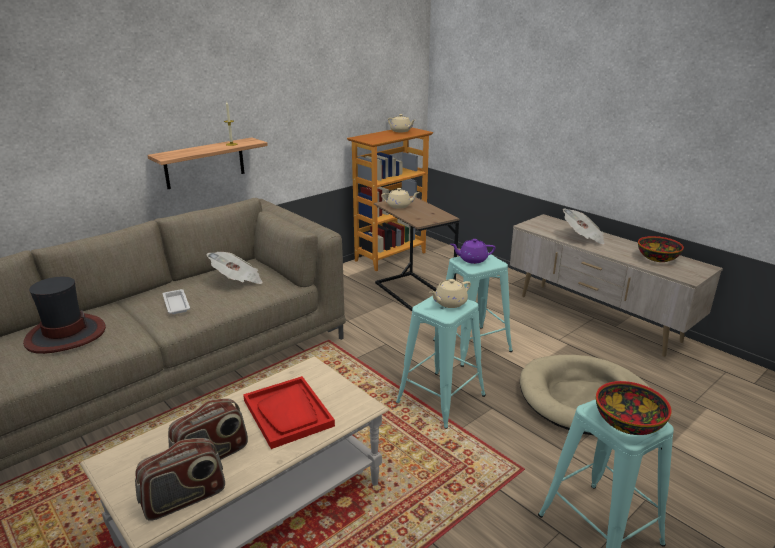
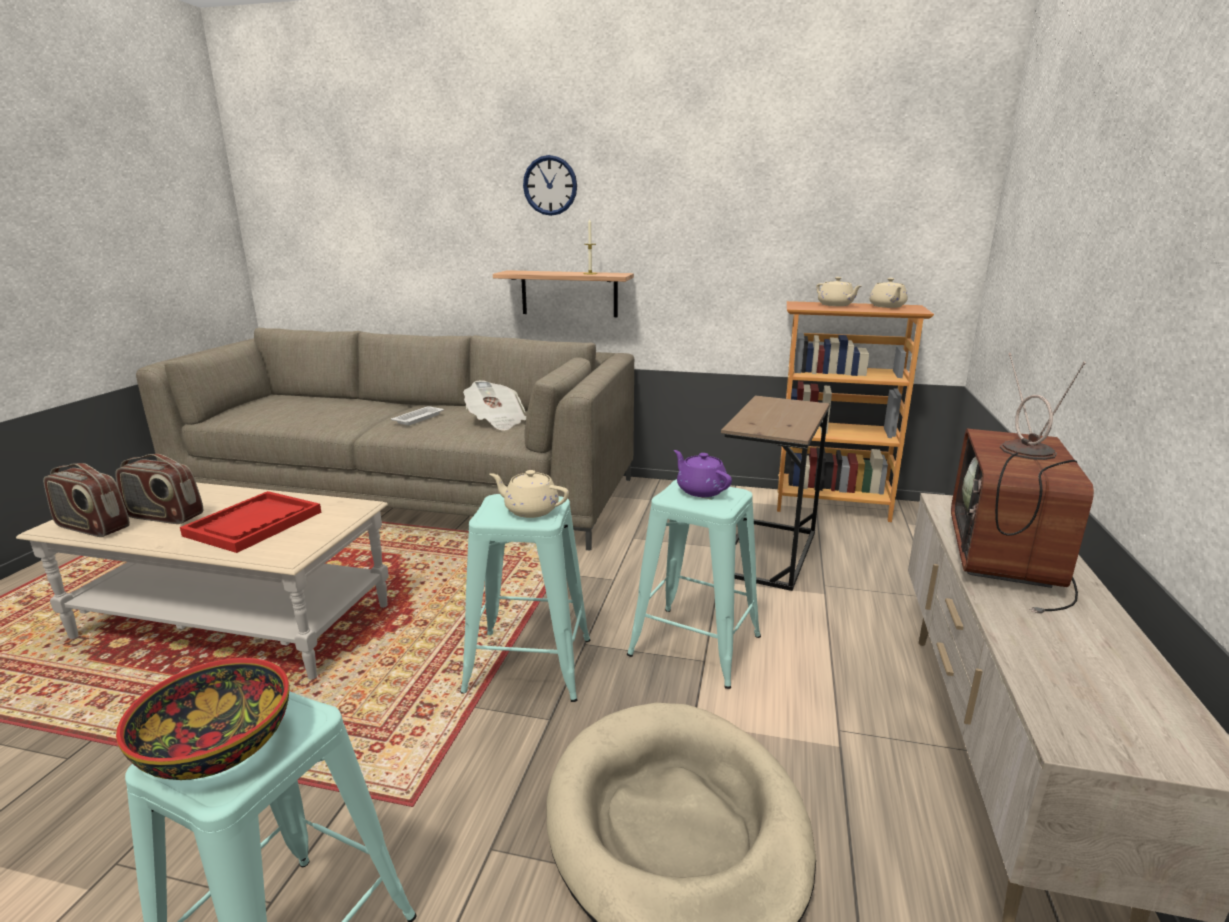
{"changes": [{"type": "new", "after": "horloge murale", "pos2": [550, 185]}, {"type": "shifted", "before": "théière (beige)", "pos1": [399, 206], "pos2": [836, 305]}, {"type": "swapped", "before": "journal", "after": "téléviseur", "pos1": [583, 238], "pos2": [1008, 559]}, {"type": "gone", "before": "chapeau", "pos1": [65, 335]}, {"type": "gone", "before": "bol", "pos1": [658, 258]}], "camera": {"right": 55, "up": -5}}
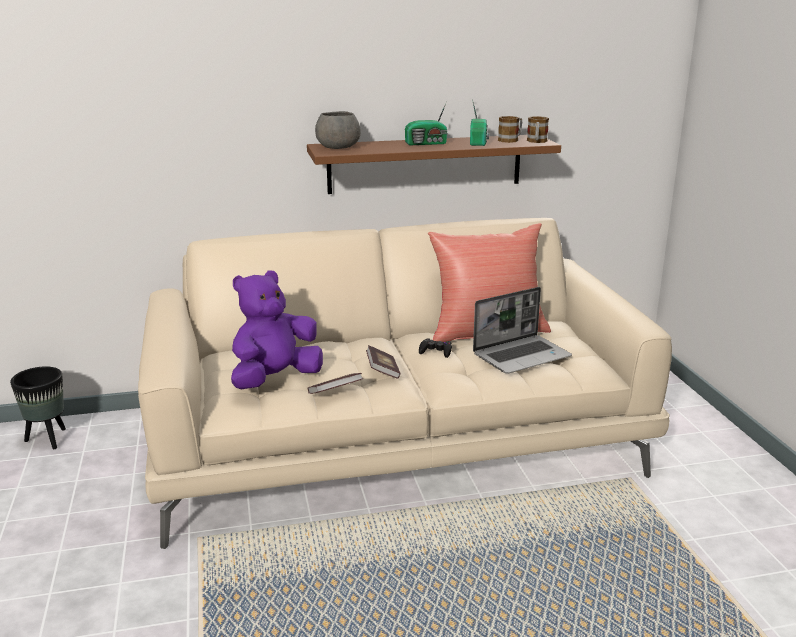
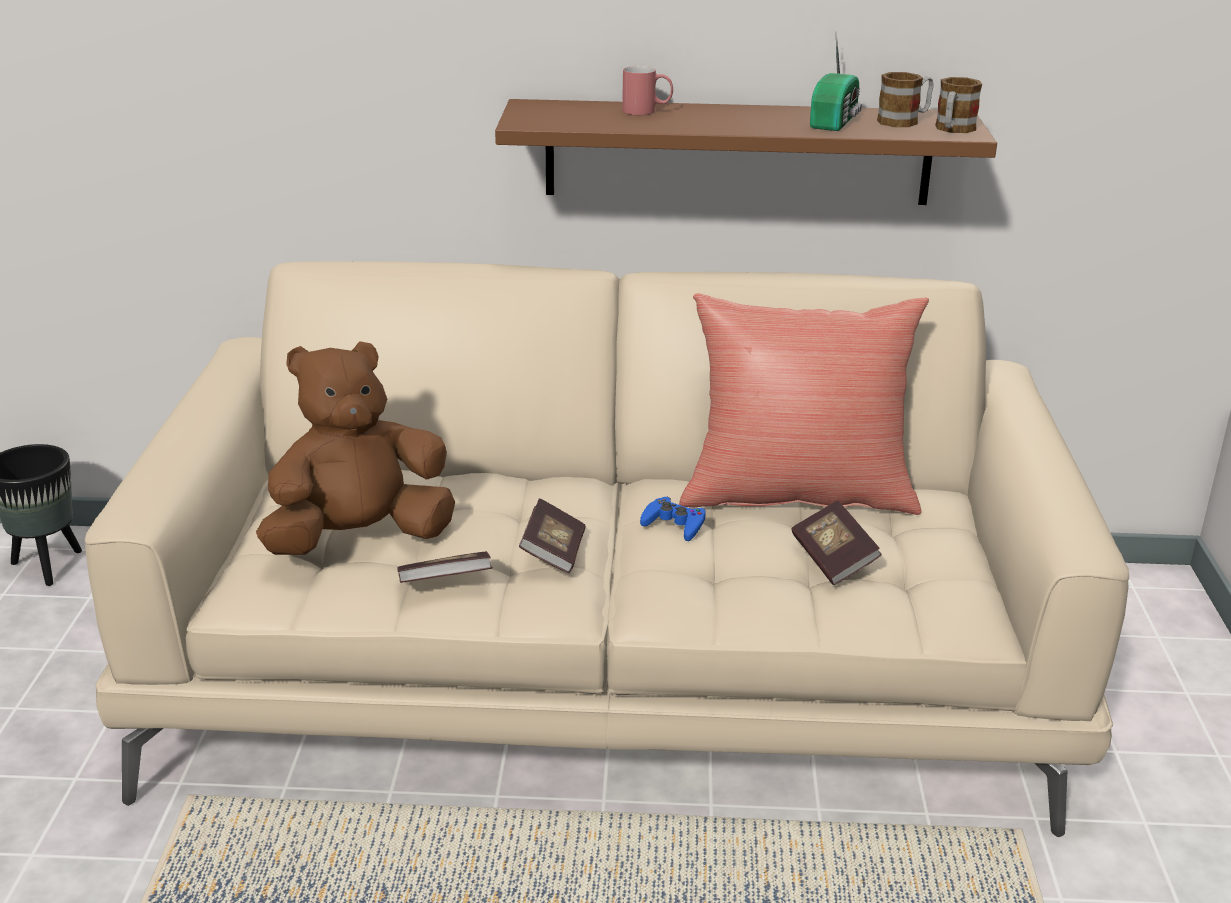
{"changes": [{"type": "repainted", "before": "peluche (violet)", "after": "peluche (marron)", "pos1": [275, 379], "pos2": [359, 539]}, {"type": "new", "after": "mug (rouge)", "pos2": [647, 111]}, {"type": "repainted", "before": "manette (noir)", "after": "manette (bleu)", "pos1": [435, 351], "pos2": [674, 524]}, {"type": "swapped", "before": "ordinateur portable", "after": "livre", "pos1": [522, 355], "pos2": [833, 559]}, {"type": "gone", "before": "bol (gris)", "pos1": [337, 147]}, {"type": "gone", "before": "radio", "pos1": [427, 143]}], "camera": {"right": 15, "up": 5}}
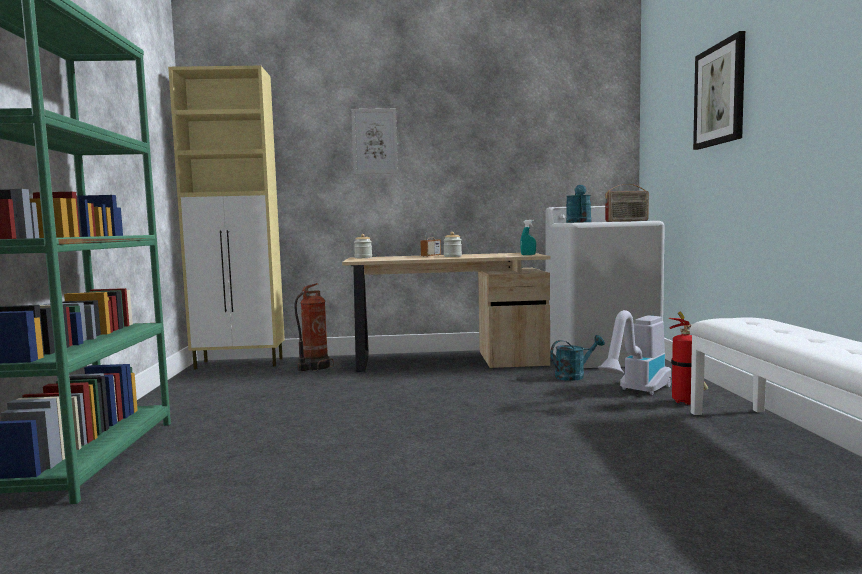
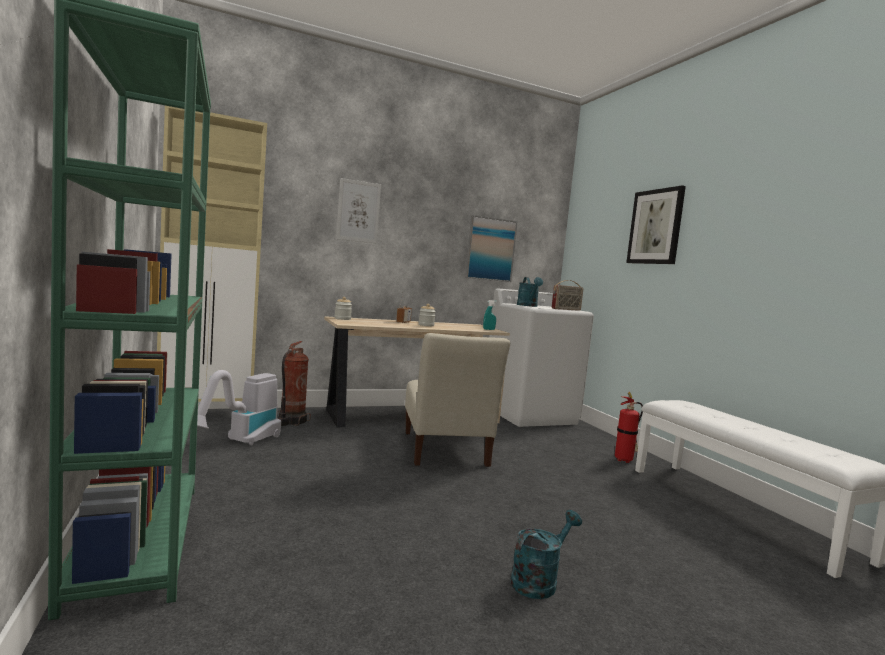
{"changes": [{"type": "shifted", "before": "aspirateur", "pos1": [637, 392], "pos2": [240, 443]}, {"type": "new", "after": "chaise (beige)", "pos2": [444, 451]}, {"type": "new", "after": "tableau", "pos2": [490, 249]}, {"type": "shifted", "before": "arrosoir (turquoise)", "pos1": [574, 376], "pos2": [539, 580]}], "camera": {"right": -20, "up": 0}}
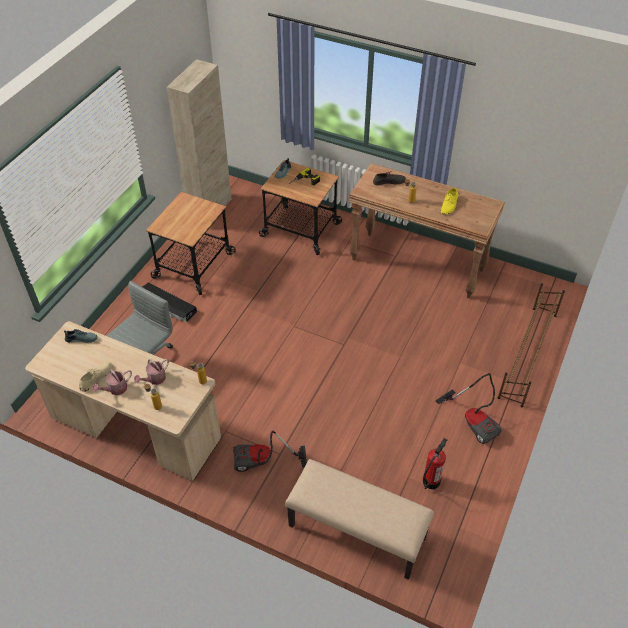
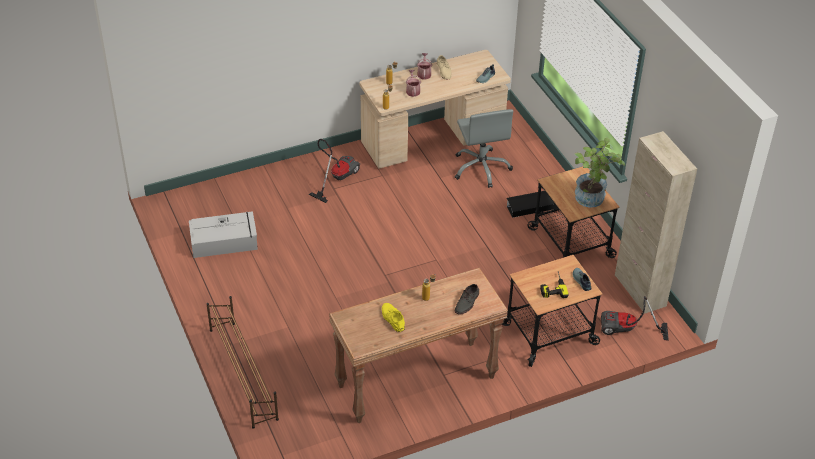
{"changes": [{"type": "swapped", "before": "extincteur", "after": "boîte de rangement (gris)", "pos1": [431, 481], "pos2": [225, 241]}, {"type": "new", "after": "plante en pot", "pos2": [591, 200]}, {"type": "shifted", "before": "aspirateur", "pos1": [474, 421], "pos2": [627, 331]}, {"type": "gone", "before": "banc (beige)", "pos1": [356, 532]}], "camera": {"right": 130, "up": -5}}
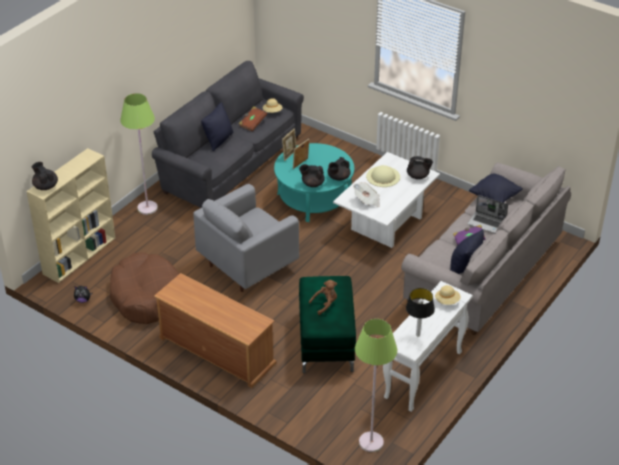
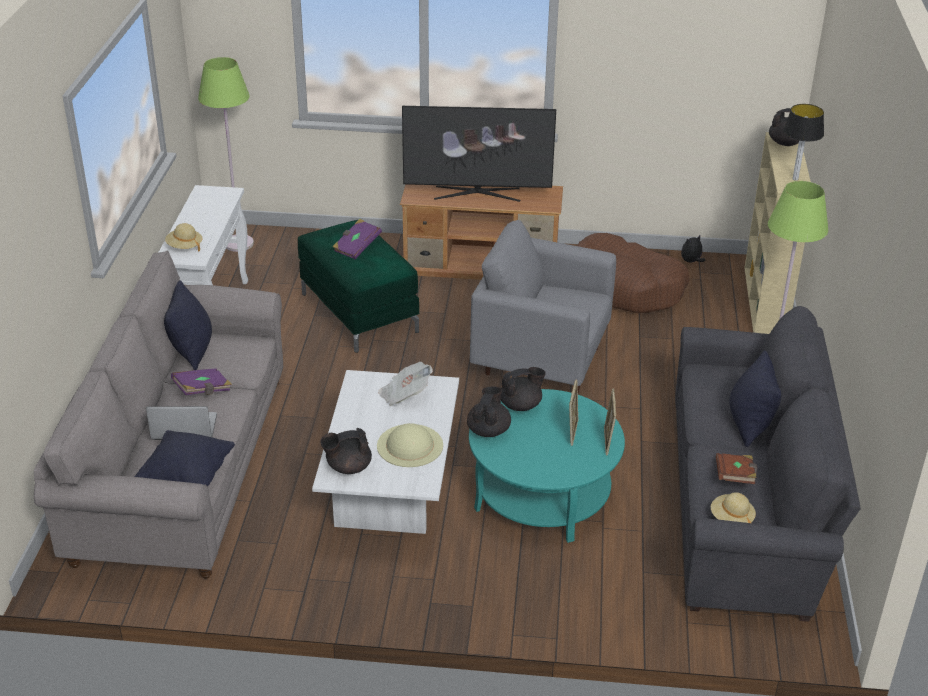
{"changes": [{"type": "swapped", "before": "peluche (marron)", "after": "livre (violet)", "pos1": [325, 304], "pos2": [357, 247]}, {"type": "new", "after": "téléviseur", "pos2": [477, 193]}, {"type": "rotated", "before": "fauteuil (gris)", "pos1": [247, 265], "pos2": [541, 361], "turn": -90}, {"type": "shifted", "before": "lampe de table", "pos1": [417, 334], "pos2": [795, 179]}], "camera": {"right": 150, "up": -5}}
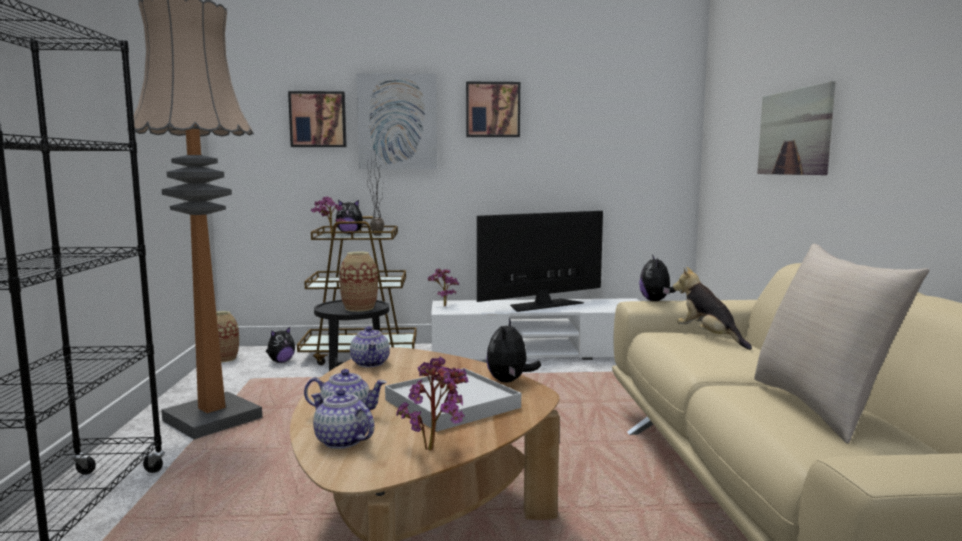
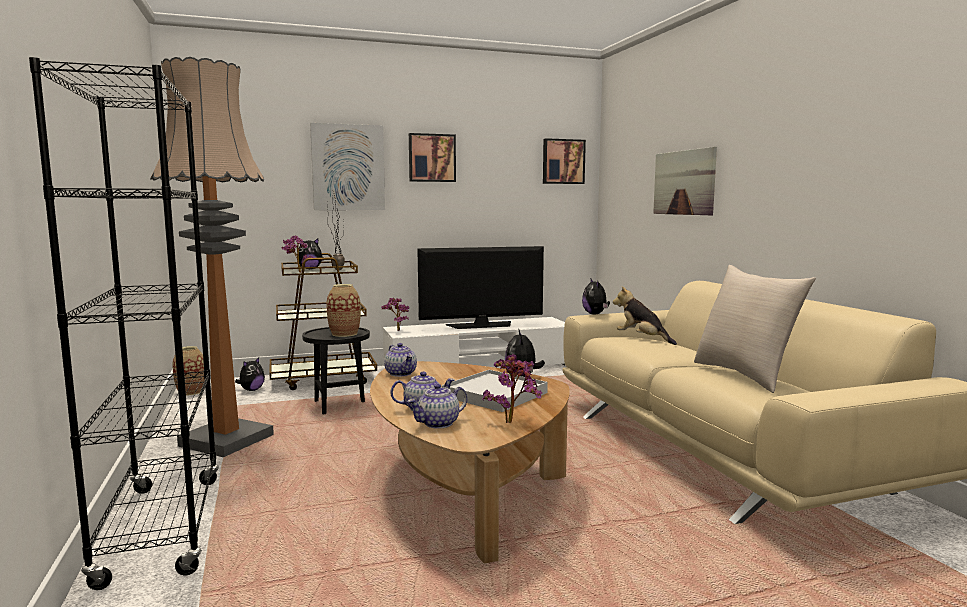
{"changes": [{"type": "rotated", "before": "théière", "pos1": [341, 441], "pos2": [438, 424], "turn": -60}, {"type": "rotated", "before": "téléviseur", "pos1": [543, 305], "pos2": [481, 325], "turn": -150}, {"type": "shifted", "before": "tableau", "pos1": [318, 119], "pos2": [563, 161]}], "camera": {"right": -15, "up": 0}}
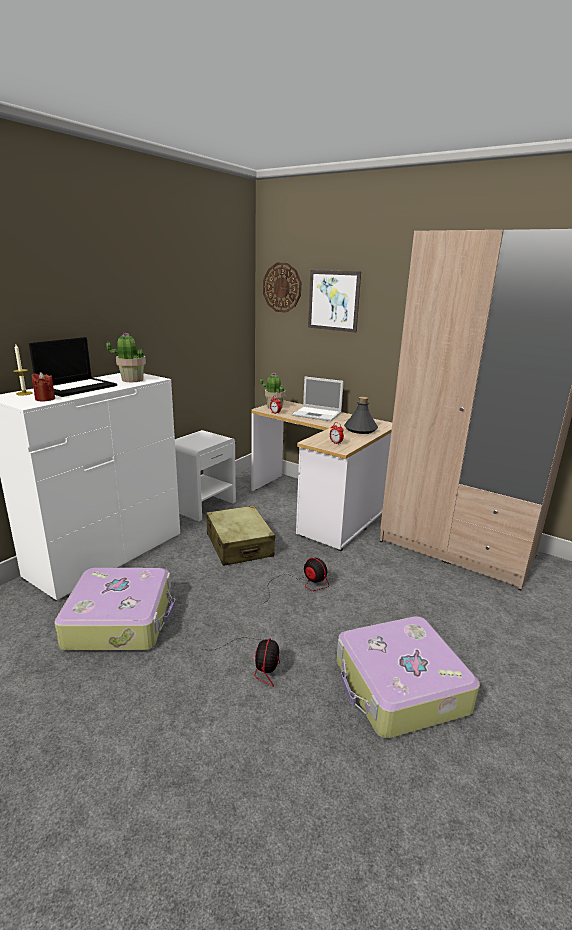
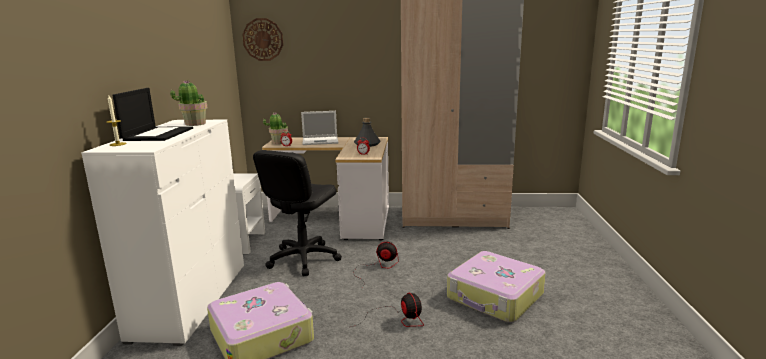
{"changes": [{"type": "swapped", "before": "valise (beige)", "after": "chaise de bureau (noir)", "pos1": [239, 545], "pos2": [303, 259]}, {"type": "gone", "before": "bougie (rouge)", "pos1": [45, 399]}, {"type": "gone", "before": "tableau", "pos1": [333, 300]}], "camera": {"right": -30, "up": -5}}
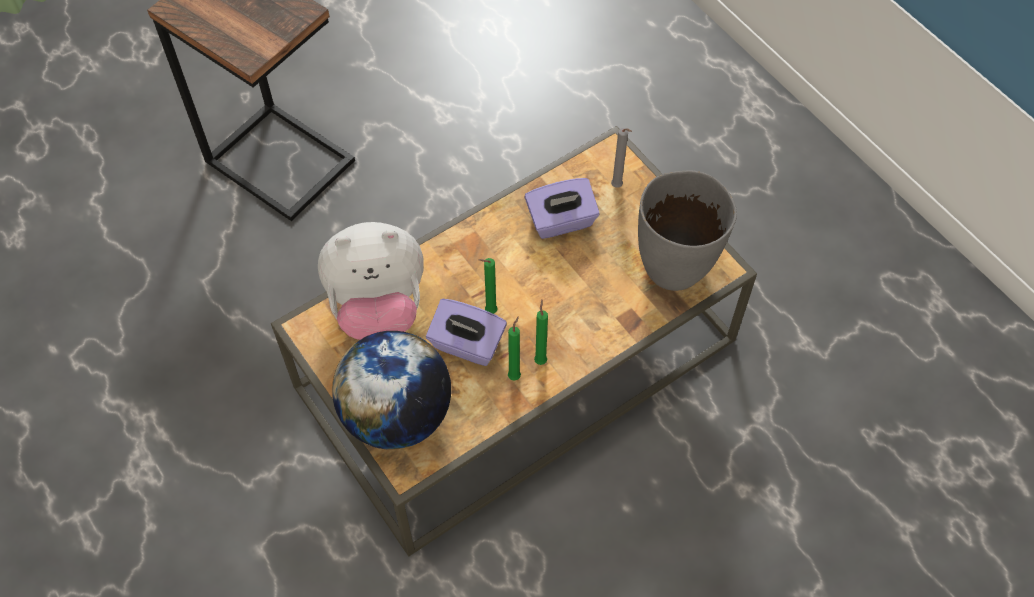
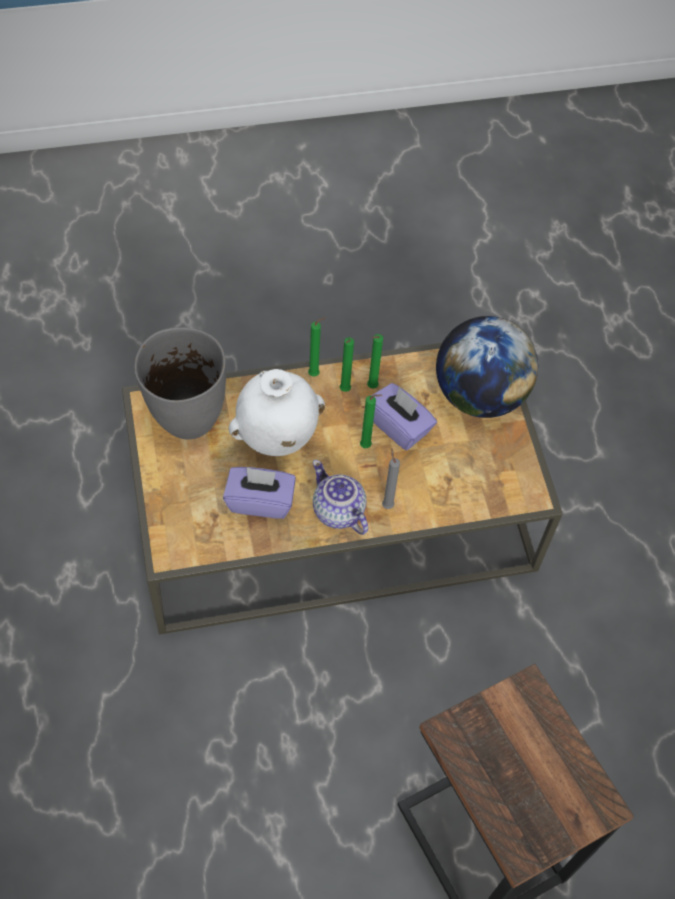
{"changes": [{"type": "new", "after": "vase (blanc)", "pos2": [276, 437]}, {"type": "new", "after": "bougie (vert)", "pos2": [315, 374]}, {"type": "new", "after": "théière", "pos2": [337, 511]}, {"type": "shifted", "before": "bougie (gris)", "pos1": [618, 187], "pos2": [387, 504]}, {"type": "gone", "before": "peluche", "pos1": [378, 308]}], "camera": {"right": -160, "up": 0}}
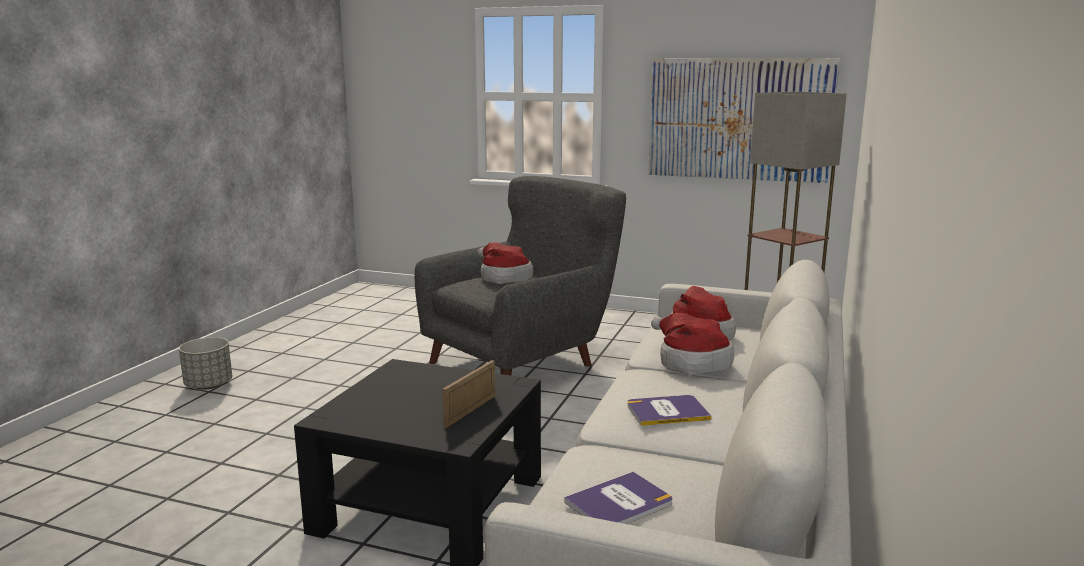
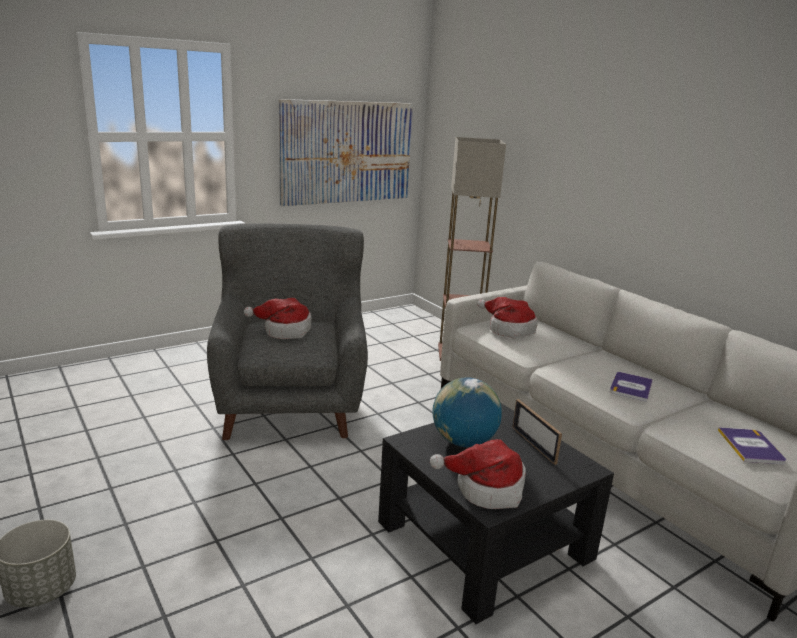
{"changes": [{"type": "shifted", "before": "chapeau", "pos1": [690, 362], "pos2": [485, 489]}, {"type": "new", "after": "globe", "pos2": [463, 441]}], "camera": {"right": -55, "up": 5}}
